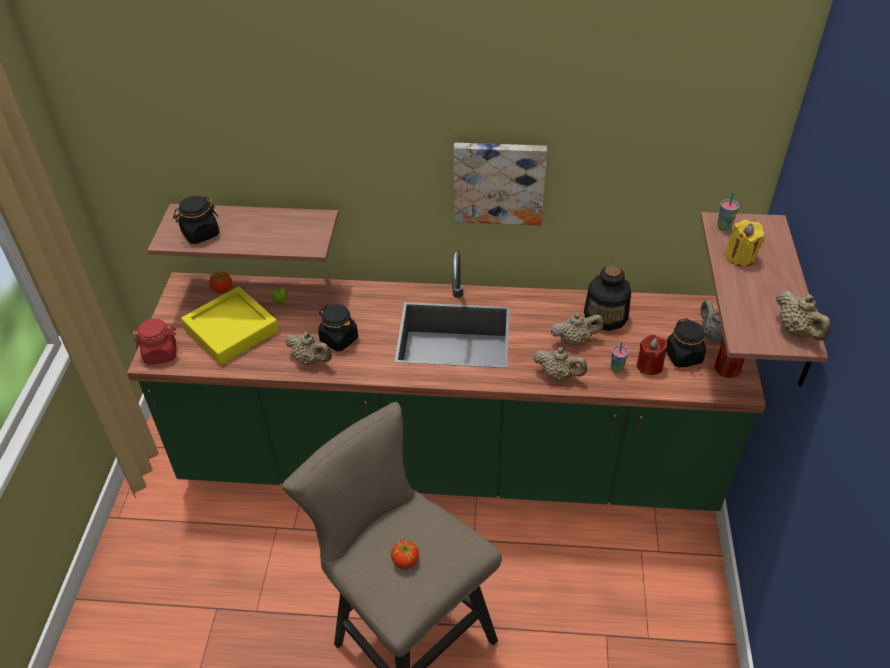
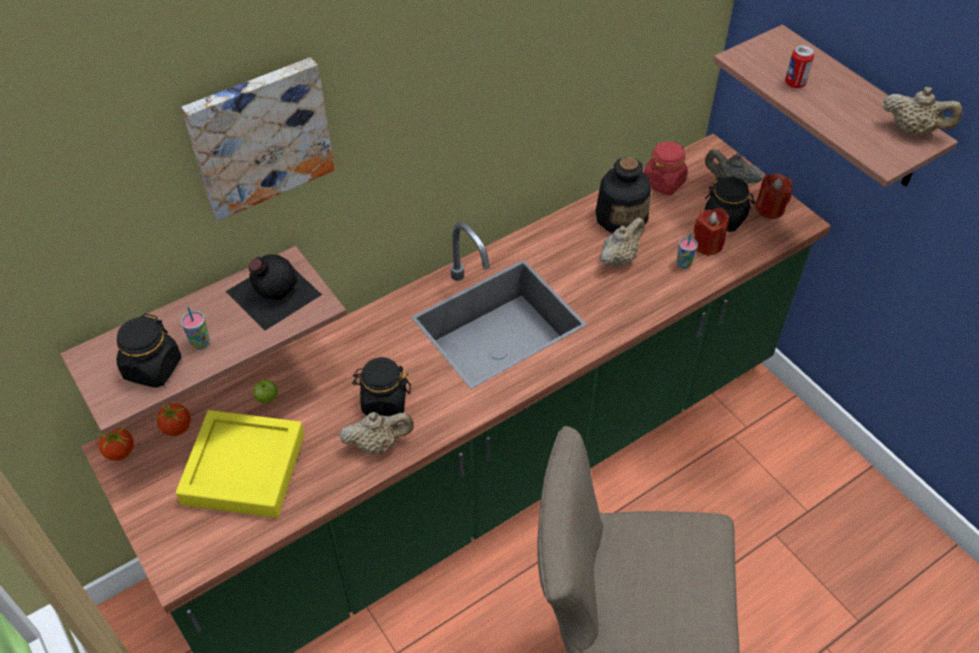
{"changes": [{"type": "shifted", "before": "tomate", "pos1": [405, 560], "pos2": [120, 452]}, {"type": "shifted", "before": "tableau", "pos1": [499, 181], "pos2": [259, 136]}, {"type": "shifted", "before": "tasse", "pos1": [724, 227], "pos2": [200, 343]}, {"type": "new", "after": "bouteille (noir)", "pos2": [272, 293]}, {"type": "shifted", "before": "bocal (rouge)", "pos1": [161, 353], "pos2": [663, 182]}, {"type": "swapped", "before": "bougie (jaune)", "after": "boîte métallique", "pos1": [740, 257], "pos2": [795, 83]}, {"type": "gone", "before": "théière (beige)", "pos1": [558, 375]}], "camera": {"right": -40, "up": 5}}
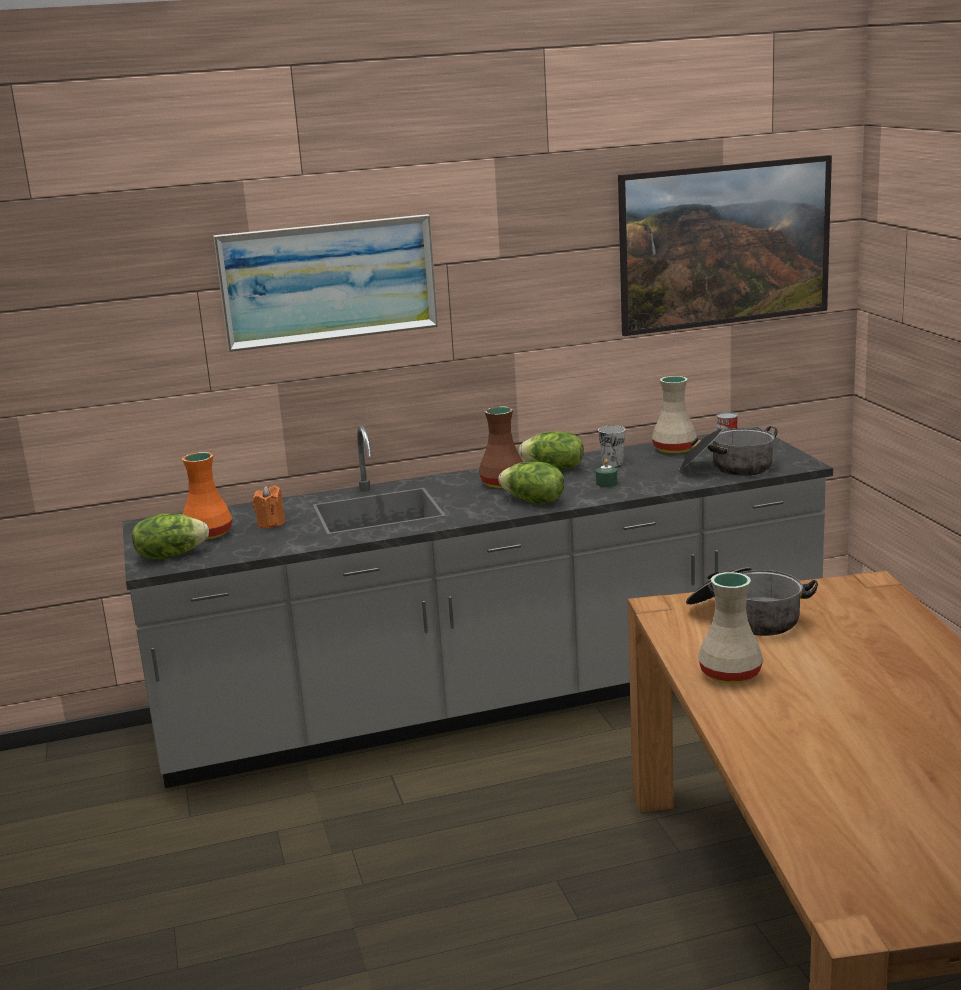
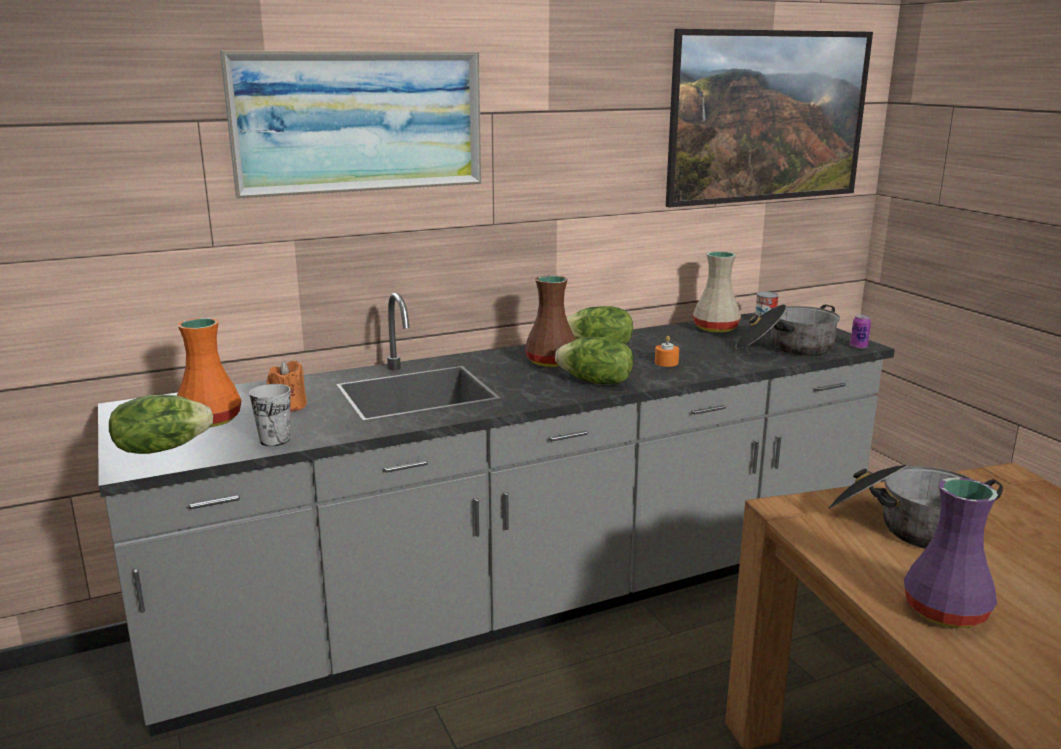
{"changes": [{"type": "shifted", "before": "tasse", "pos1": [612, 464], "pos2": [275, 440]}, {"type": "repainted", "before": "bougie (vert)", "after": "bougie (orange)", "pos1": [606, 483], "pos2": [666, 362]}, {"type": "new", "after": "boîte métallique", "pos2": [858, 347]}, {"type": "repainted", "before": "vase (beige)", "after": "vase (violet)", "pos1": [731, 675], "pos2": [947, 613]}], "camera": {"right": -10, "up": 0}}
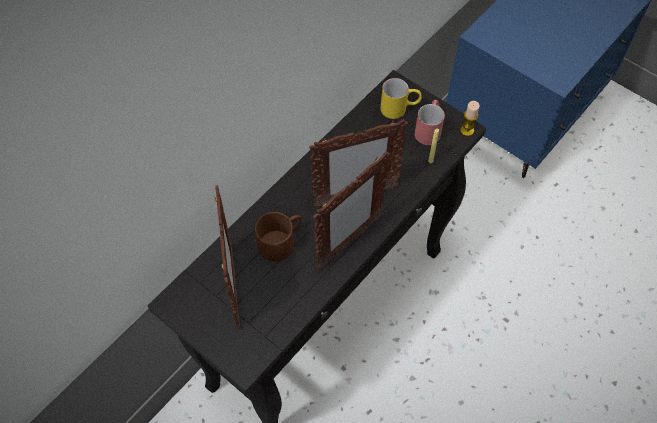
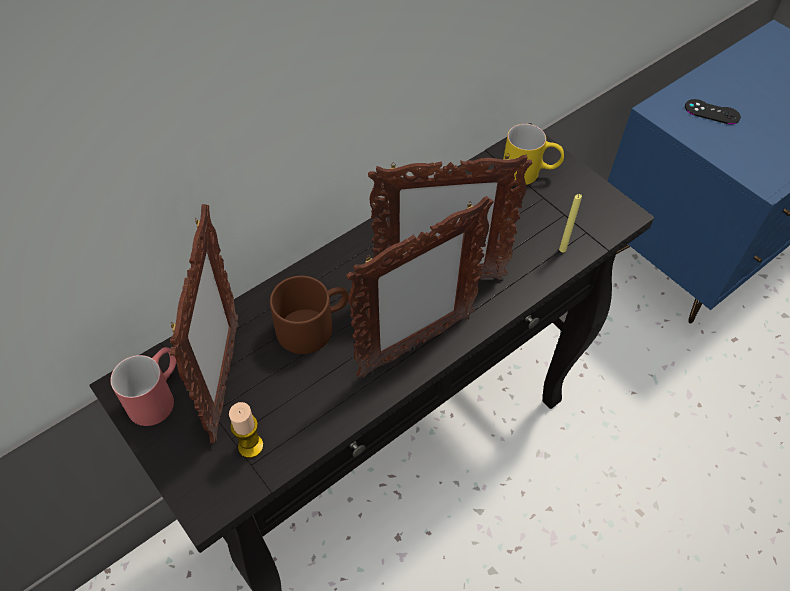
{"changes": [{"type": "shifted", "before": "mug (rouge)", "pos1": [429, 129], "pos2": [158, 395]}, {"type": "shifted", "before": "bougie", "pos1": [467, 130], "pos2": [250, 446]}, {"type": "new", "after": "manette (noir)", "pos2": [712, 112]}], "camera": {"right": 10, "up": -5}}
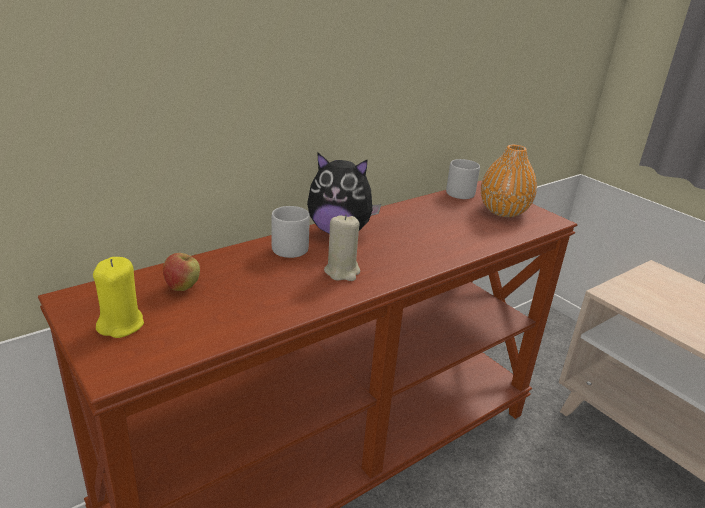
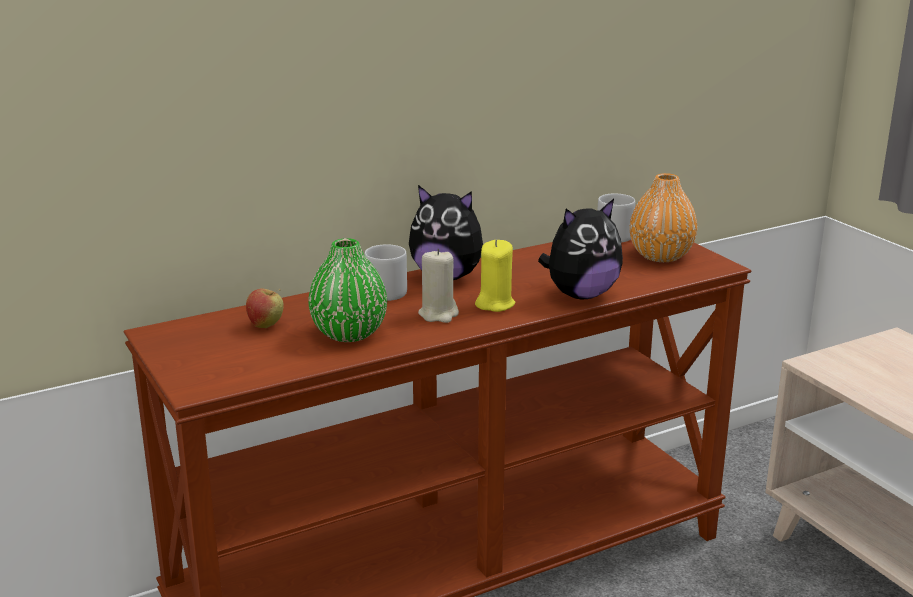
{"changes": [{"type": "new", "after": "vase (vert)", "pos2": [349, 333]}, {"type": "shifted", "before": "bougie (jaune)", "pos1": [121, 325], "pos2": [495, 304]}, {"type": "new", "after": "peluche", "pos2": [580, 294]}], "camera": {"right": 10, "up": -5}}
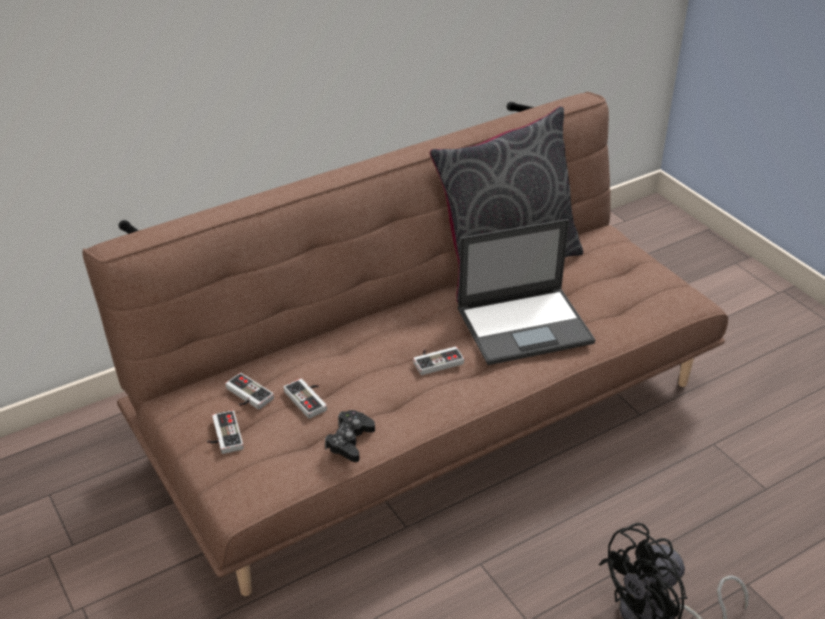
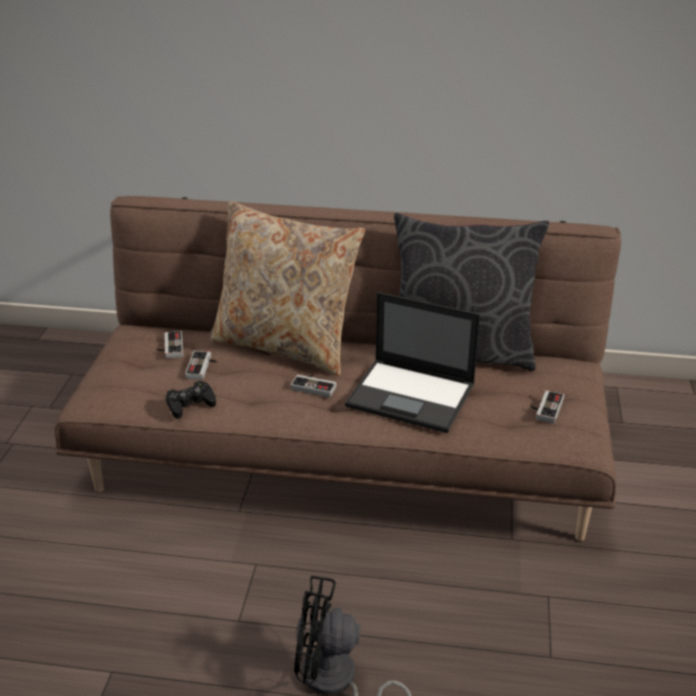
{"changes": [{"type": "new", "after": "coussin (beige)", "pos2": [285, 345]}, {"type": "shifted", "before": "manette", "pos1": [222, 435], "pos2": [545, 408]}], "camera": {"right": 40, "up": -5}}
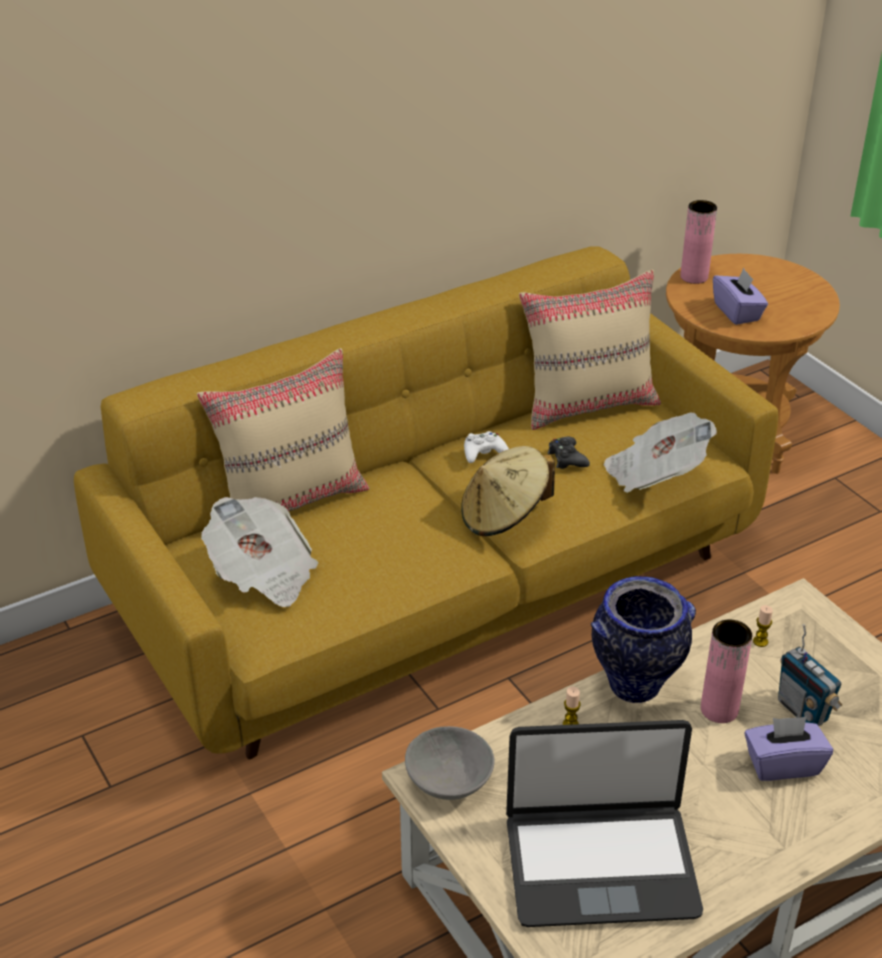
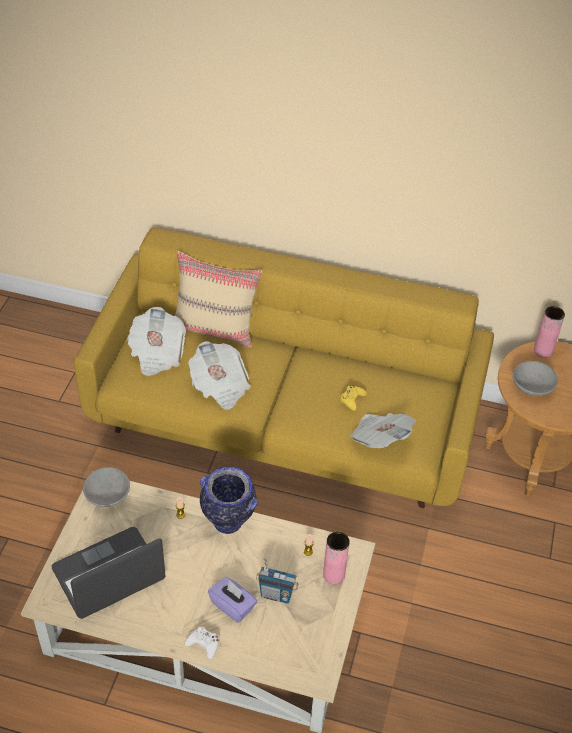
{"changes": [{"type": "rotated", "before": "ordinateur portable", "pos1": [600, 864], "pos2": [109, 575], "turn": 105}, {"type": "shifted", "before": "manette (blanc)", "pos1": [484, 452], "pos2": [204, 644]}, {"type": "new", "after": "journal", "pos2": [220, 386]}, {"type": "rotated", "before": "radio", "pos1": [803, 711], "pos2": [276, 594], "turn": -90}, {"type": "shifted", "before": "vase (rose)", "pos1": [719, 709], "pos2": [334, 575]}, {"type": "repainted", "before": "manette (noir)", "after": "manette (jaune)", "pos1": [567, 458], "pos2": [352, 399]}, {"type": "swapped", "before": "boîte à mouchoirs (violet)", "after": "bol (gris)", "pos1": [737, 312], "pos2": [532, 387]}, {"type": "gone", "before": "chapeau (beige)", "pos1": [504, 516]}, {"type": "gone", "before": "coussin (beige)", "pos1": [588, 405]}], "camera": {"right": 45, "up": 10}}
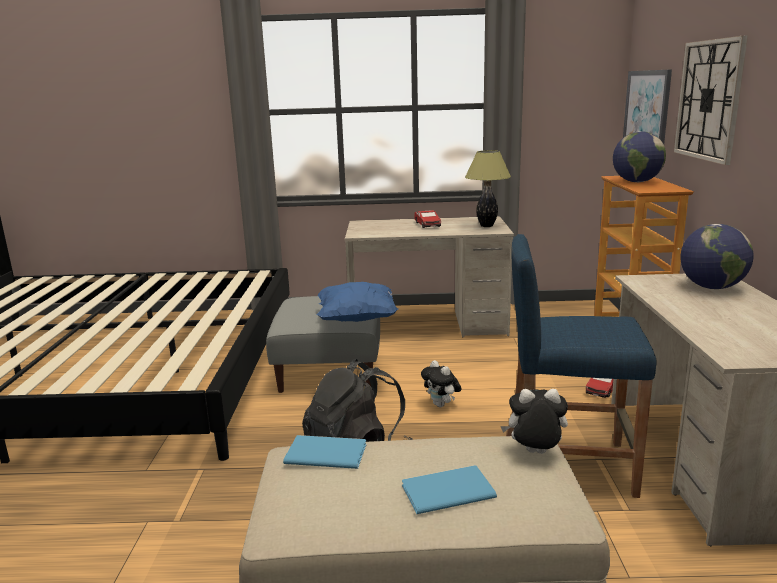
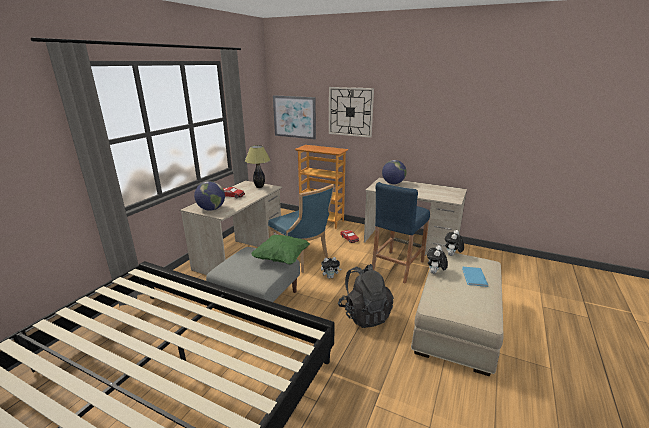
{"changes": [{"type": "shifted", "before": "globe", "pos1": [636, 182], "pos2": [211, 209]}, {"type": "repainted", "before": "coussin (bleu)", "after": "coussin (vert)", "pos1": [357, 320], "pos2": [282, 258]}, {"type": "new", "after": "chaise (bleu)", "pos2": [302, 258]}, {"type": "new", "after": "peluche", "pos2": [435, 273]}, {"type": "gone", "before": "livre (bleu)", "pos1": [324, 452]}], "camera": {"right": -65, "up": 5}}
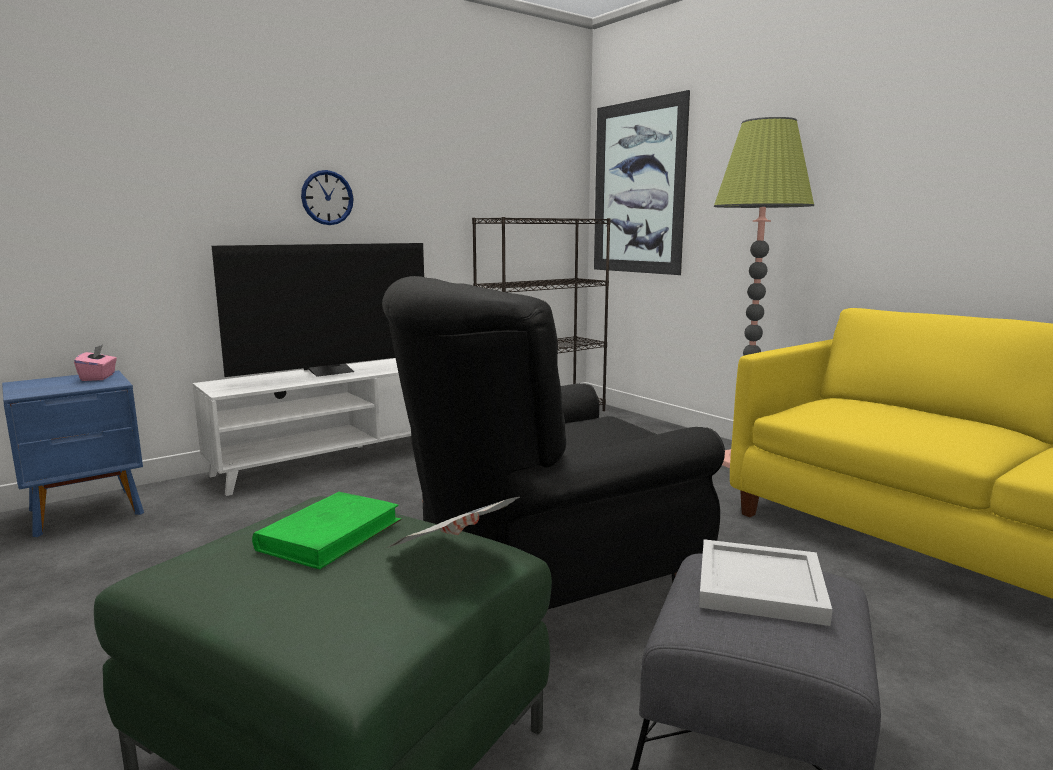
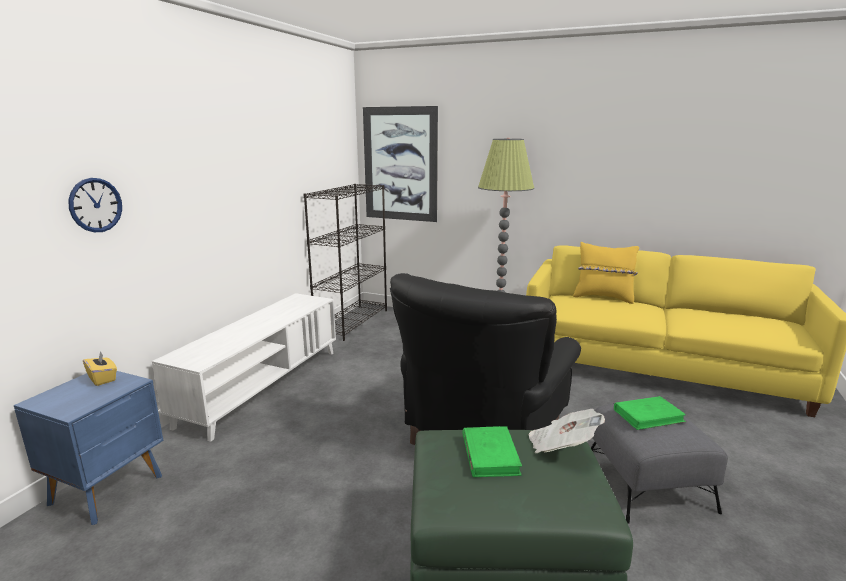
{"changes": [{"type": "shifted", "before": "horloge murale", "pos1": [327, 197], "pos2": [95, 205]}, {"type": "repainted", "before": "boîte à mouchoirs (rose)", "after": "boîte à mouchoirs (jaune)", "pos1": [98, 377], "pos2": [102, 378]}, {"type": "new", "after": "coussin (jaune)", "pos2": [603, 297]}, {"type": "swapped", "before": "plateau (blanc)", "after": "livre (vert)", "pos1": [758, 584], "pos2": [648, 415]}, {"type": "gone", "before": "téléviseur", "pos1": [331, 372]}], "camera": {"right": -30, "up": 5}}
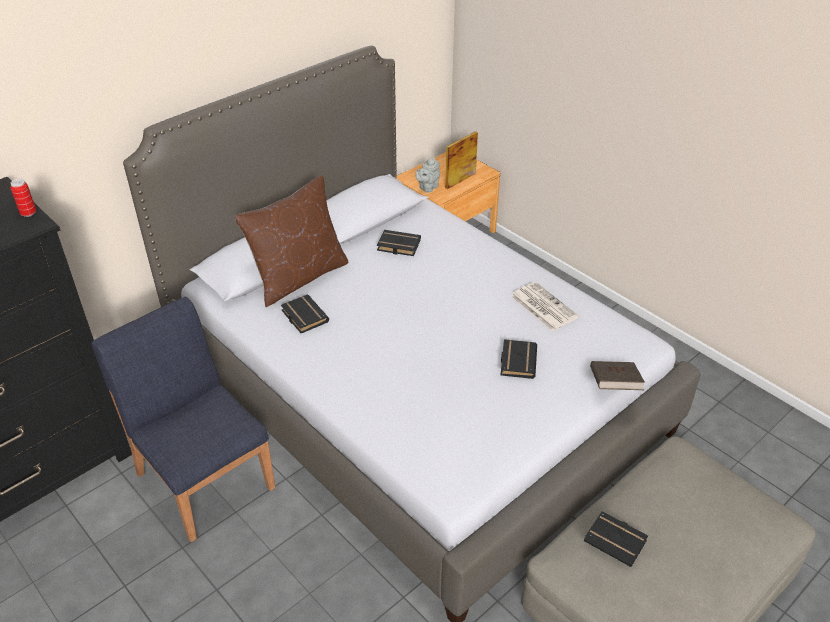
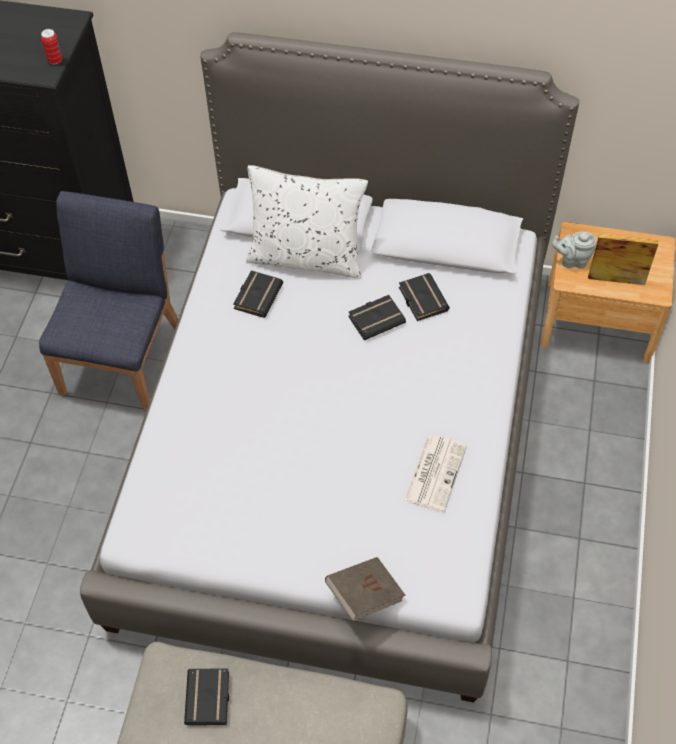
{"changes": [{"type": "repainted", "before": "coussin (marron)", "after": "coussin (blanc)", "pos1": [298, 277], "pos2": [306, 256]}, {"type": "shifted", "before": "livre (noir)", "pos1": [516, 361], "pos2": [377, 319]}], "camera": {"right": 55, "up": 15}}
